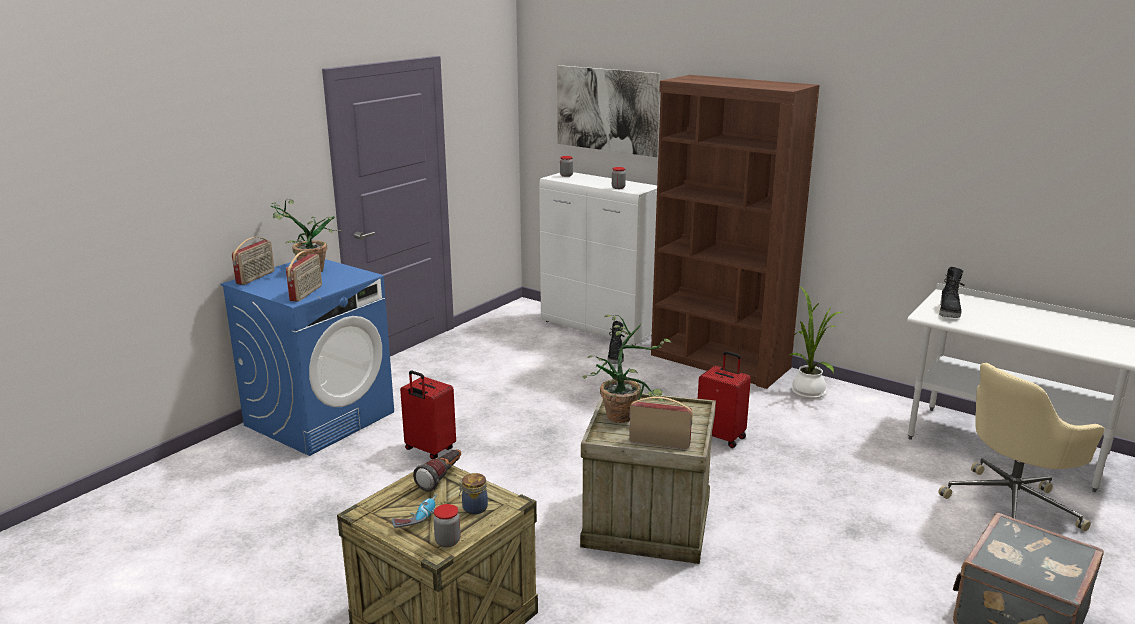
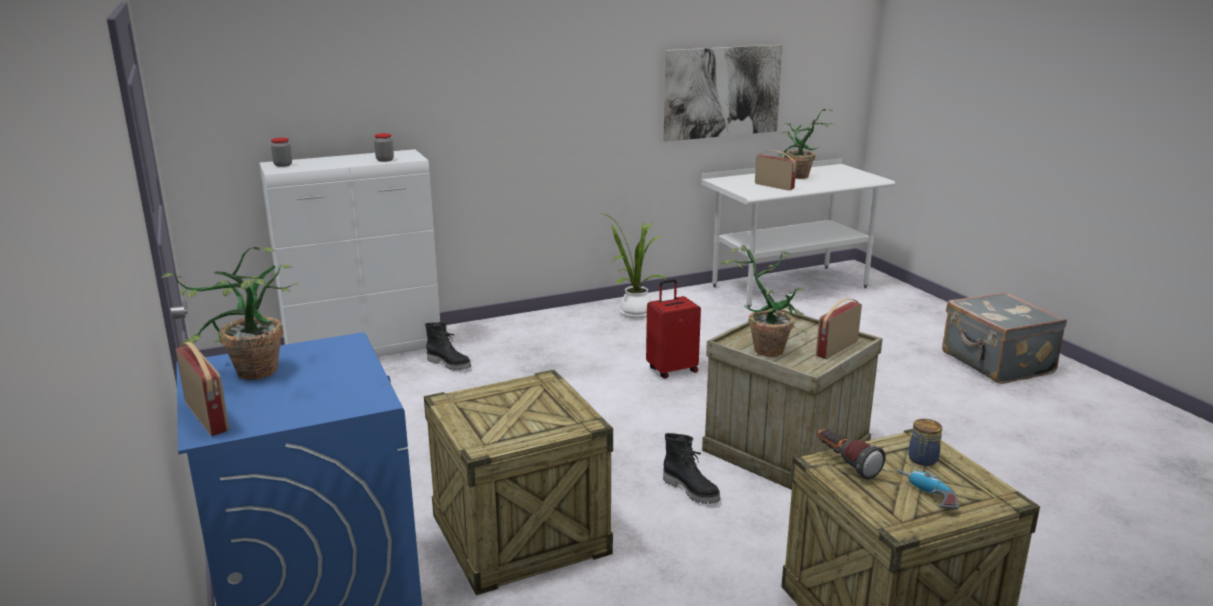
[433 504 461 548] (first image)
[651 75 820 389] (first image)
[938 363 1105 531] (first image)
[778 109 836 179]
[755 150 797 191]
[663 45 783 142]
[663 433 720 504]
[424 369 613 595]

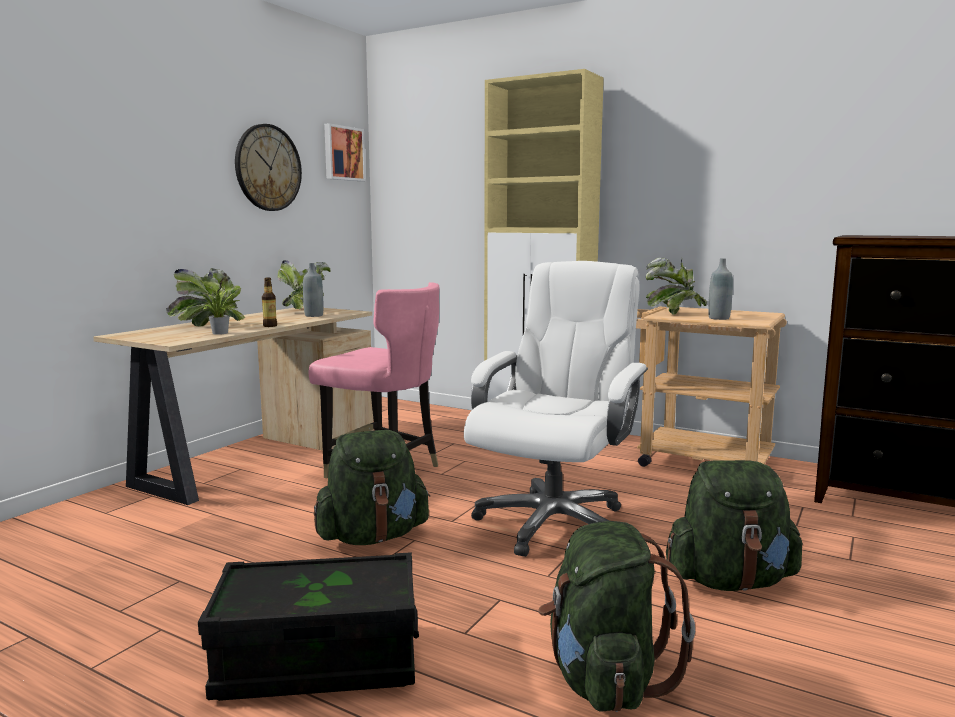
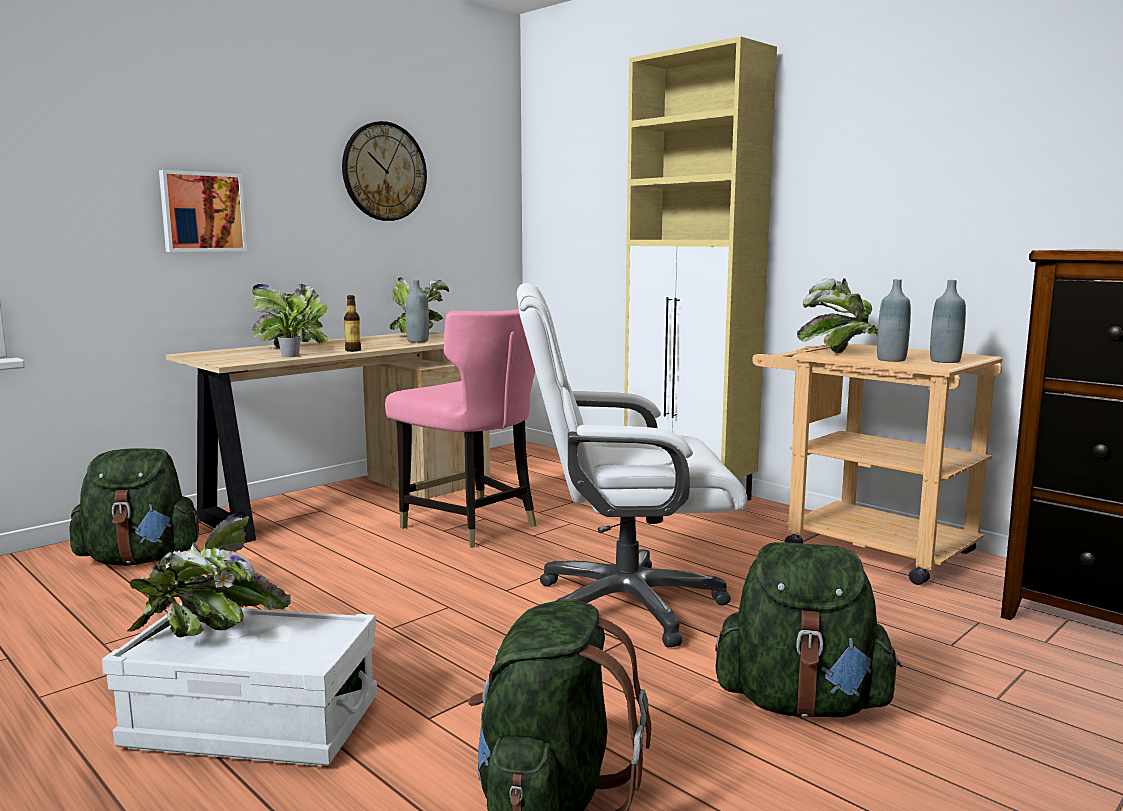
[127 511 291 637]
[930 280 966 363]
[69 448 201 566]
[159 170 247 252]
[102 603 377 766]
[517 283 747 647]

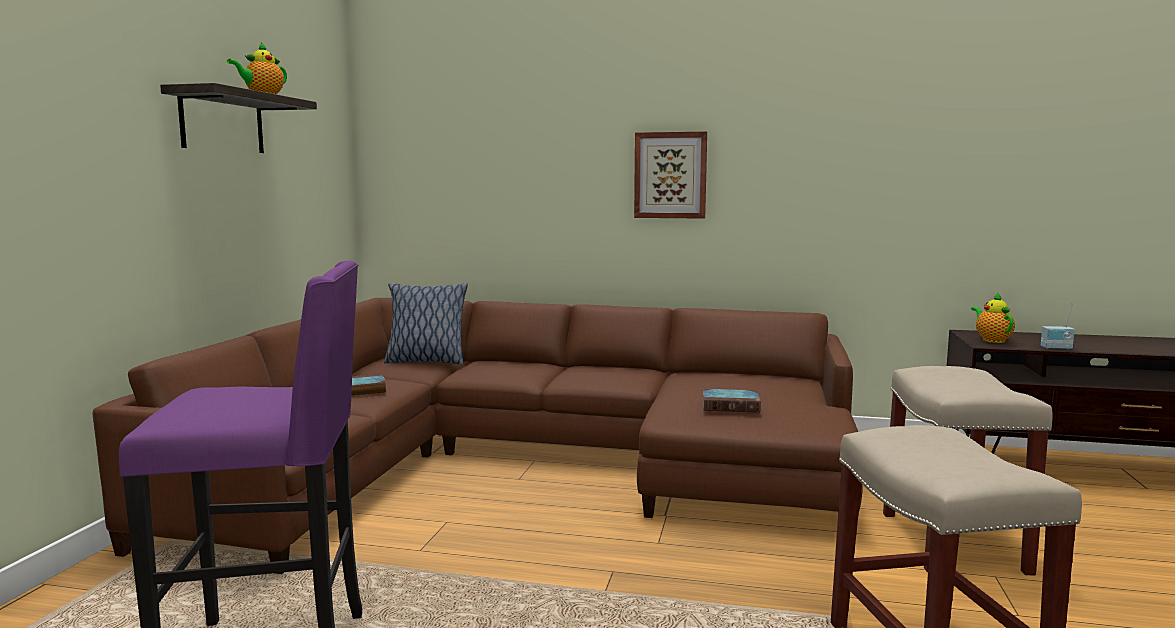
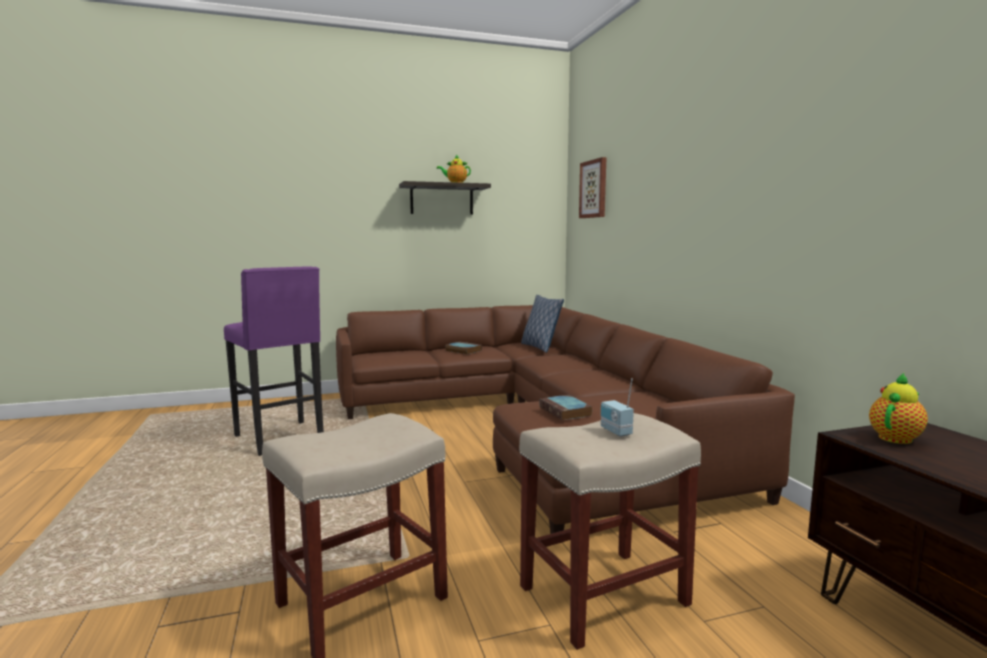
[579 157 606 218]
[601 378 634 437]

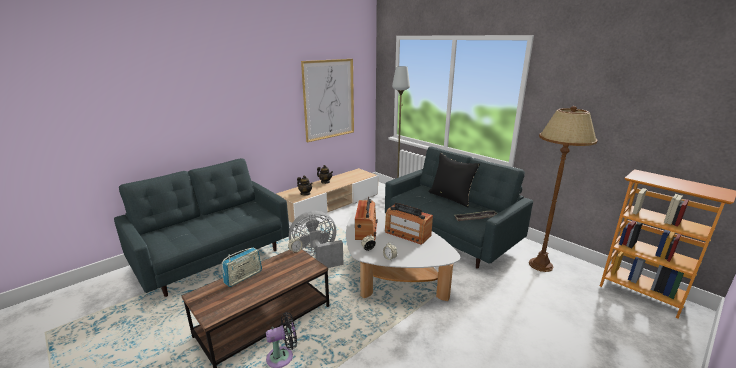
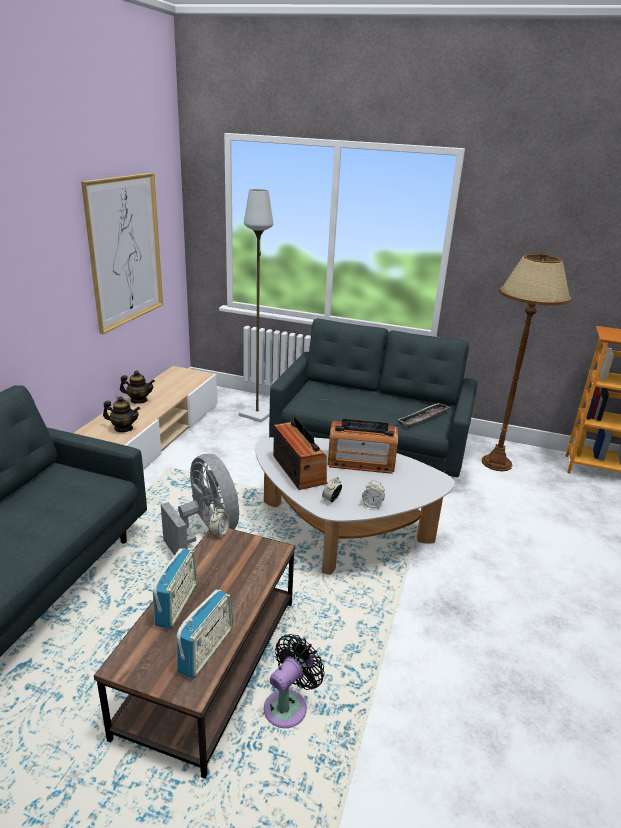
[428 153 480 207] (first image)
[177 589 233 679]
[161 454 239 556]

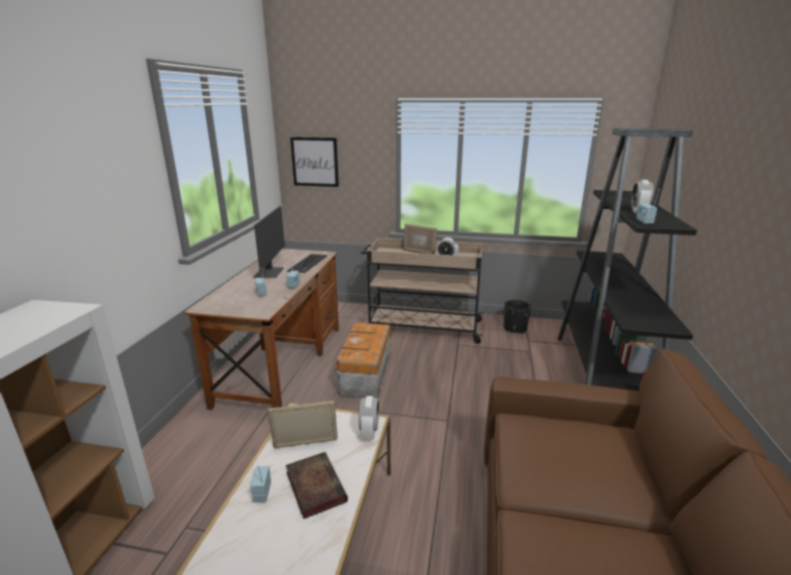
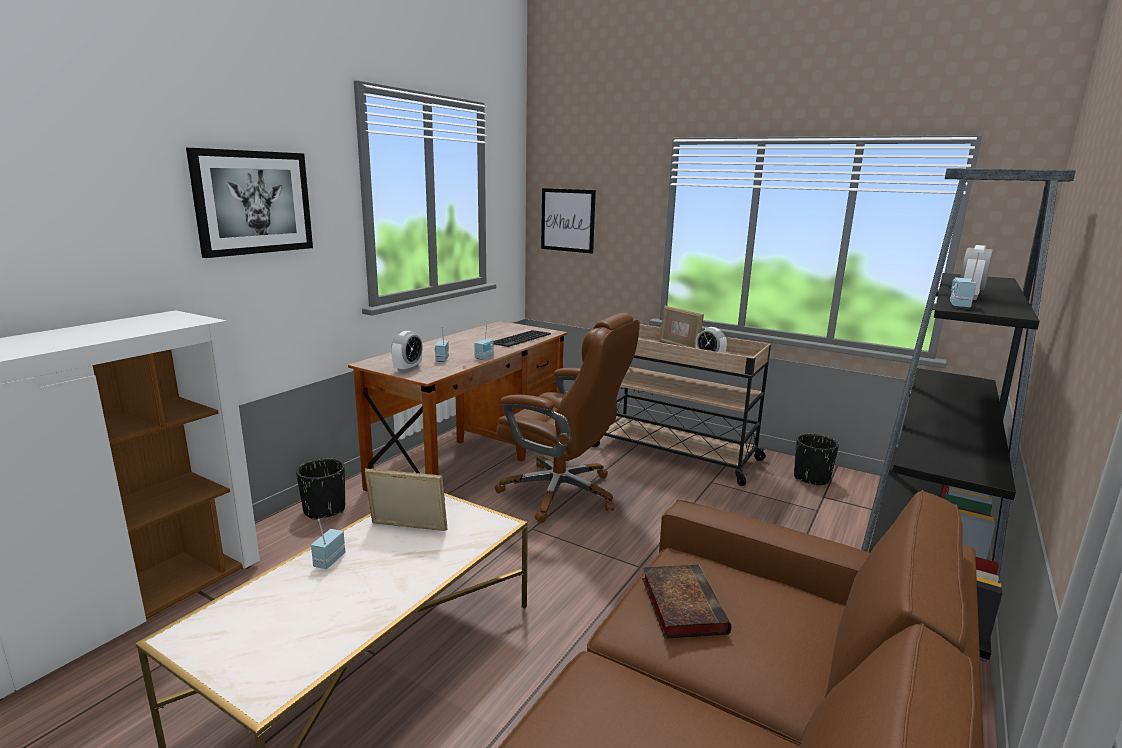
[253 206 285 278] (first image)
[186 148 313 258]
[296 458 345 520]
[642 565 731 639]
[391 331 423 372]
[495 313 640 523]

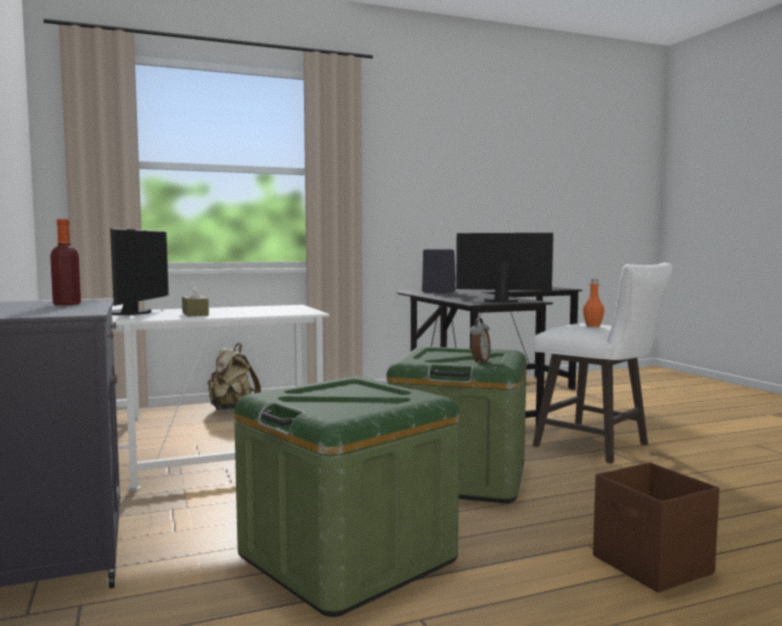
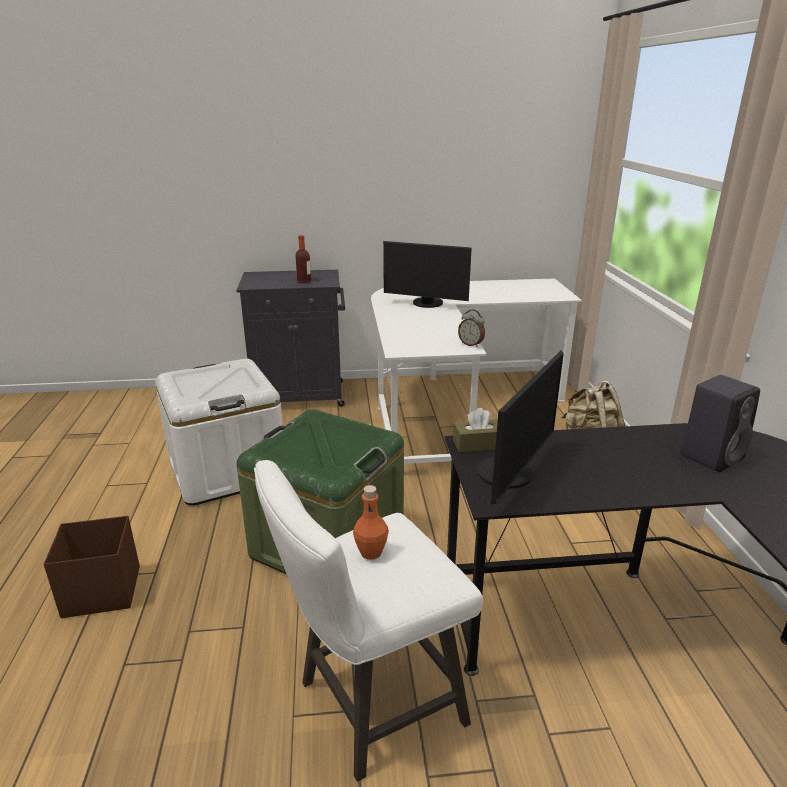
[453 408 498 452]
[458 309 485 347]
[155 359 283 506]

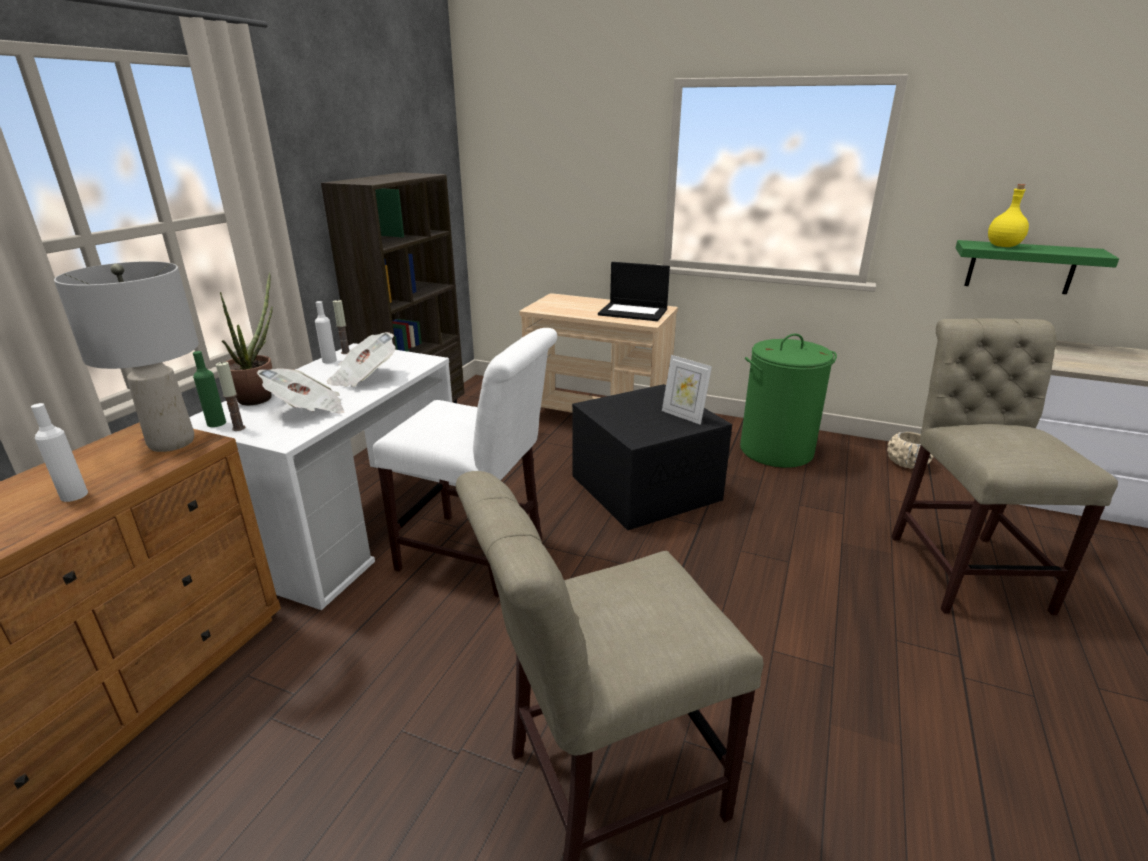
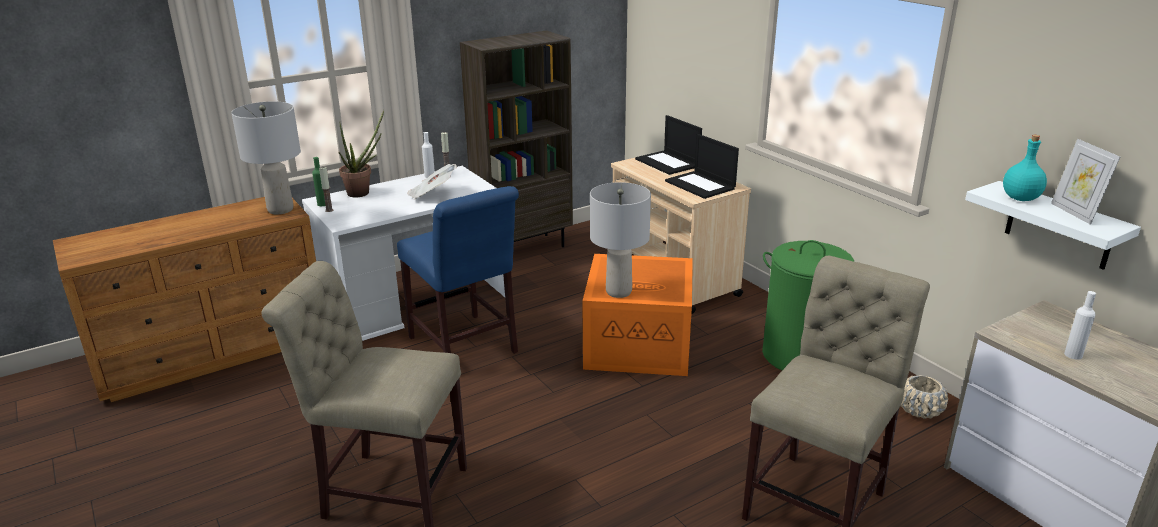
[257 368 345 413] (first image)
[590 182 651 298]
[635 115 702 175]
[1064 291 1096 360]
[1051 139 1120 225]
[397 186 519 354]
[583 254 693 376]
[965 181 1141 270]
[1003 135 1047 201]

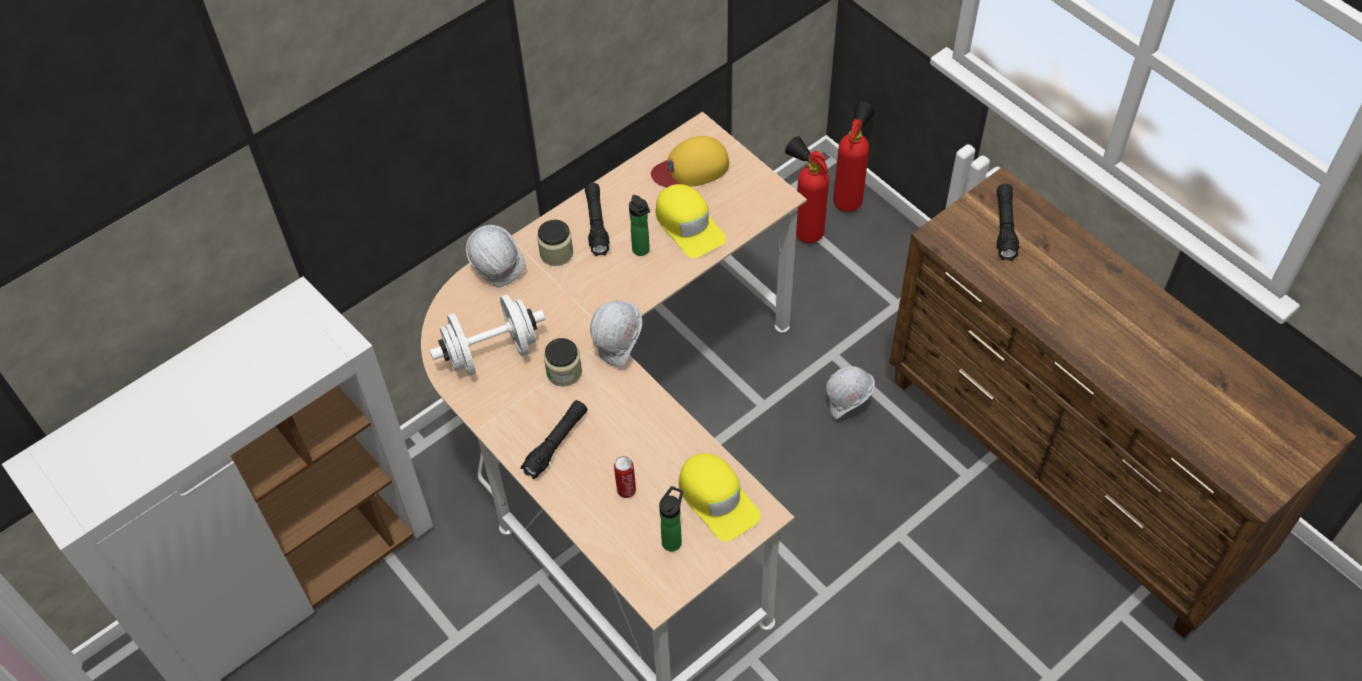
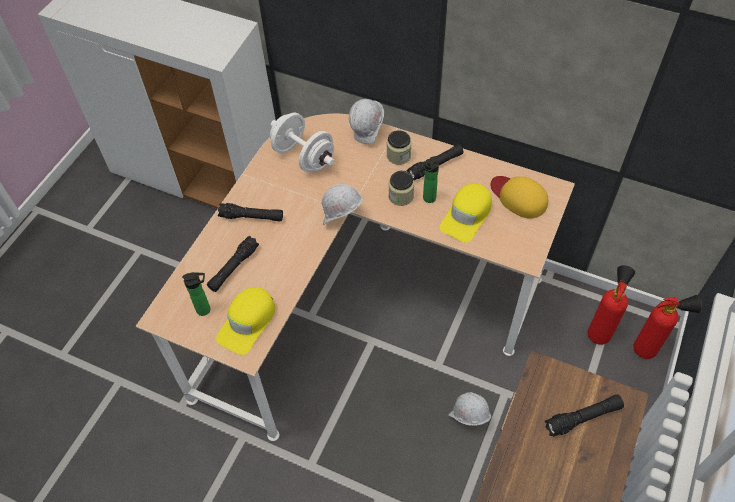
[389 171 414 206]
[207 236 259 292]

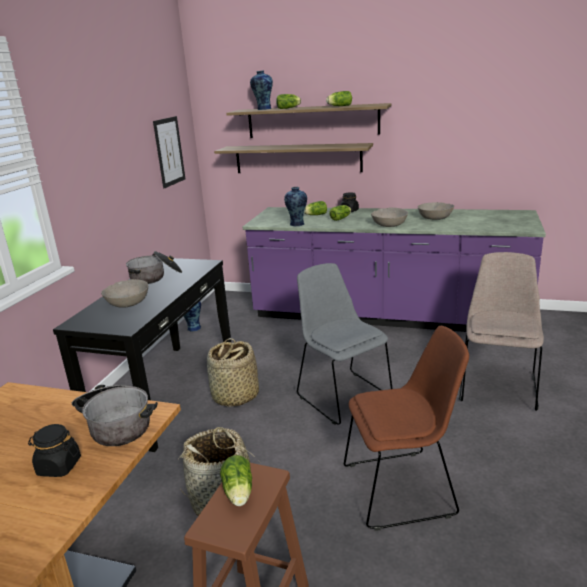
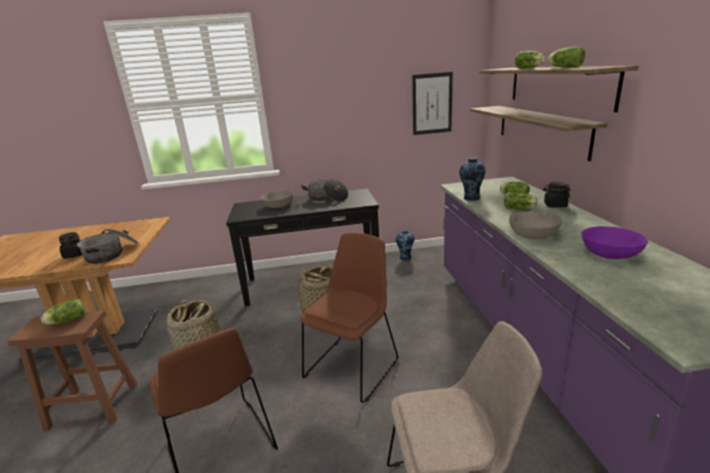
[250 70 273 110] (first image)
[300 233 398 403]
[581 226 648 259]

